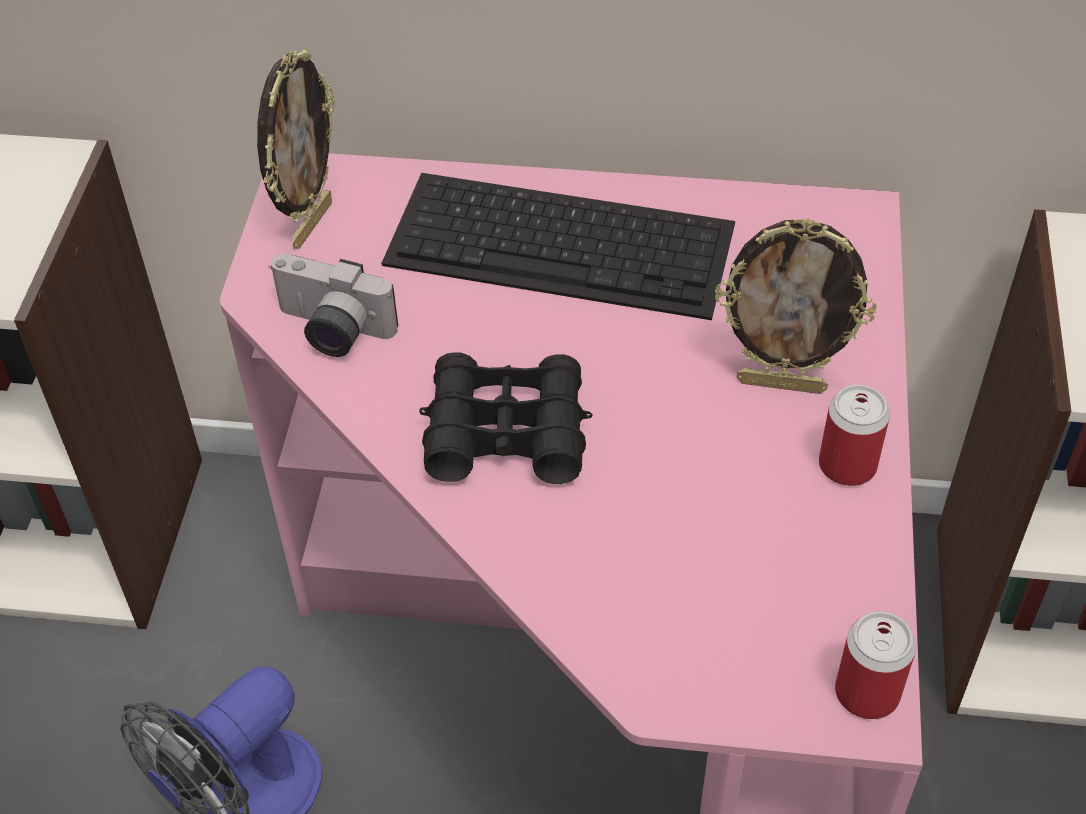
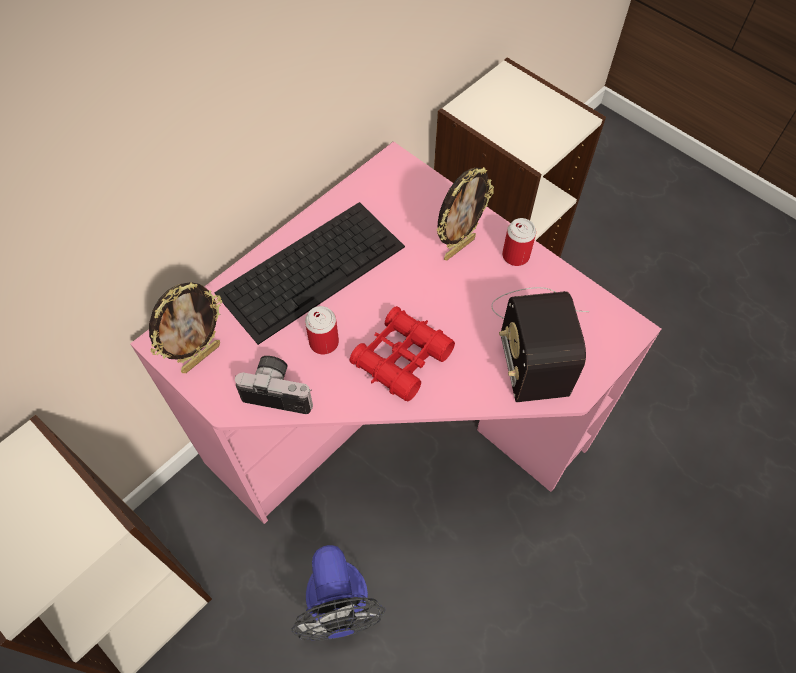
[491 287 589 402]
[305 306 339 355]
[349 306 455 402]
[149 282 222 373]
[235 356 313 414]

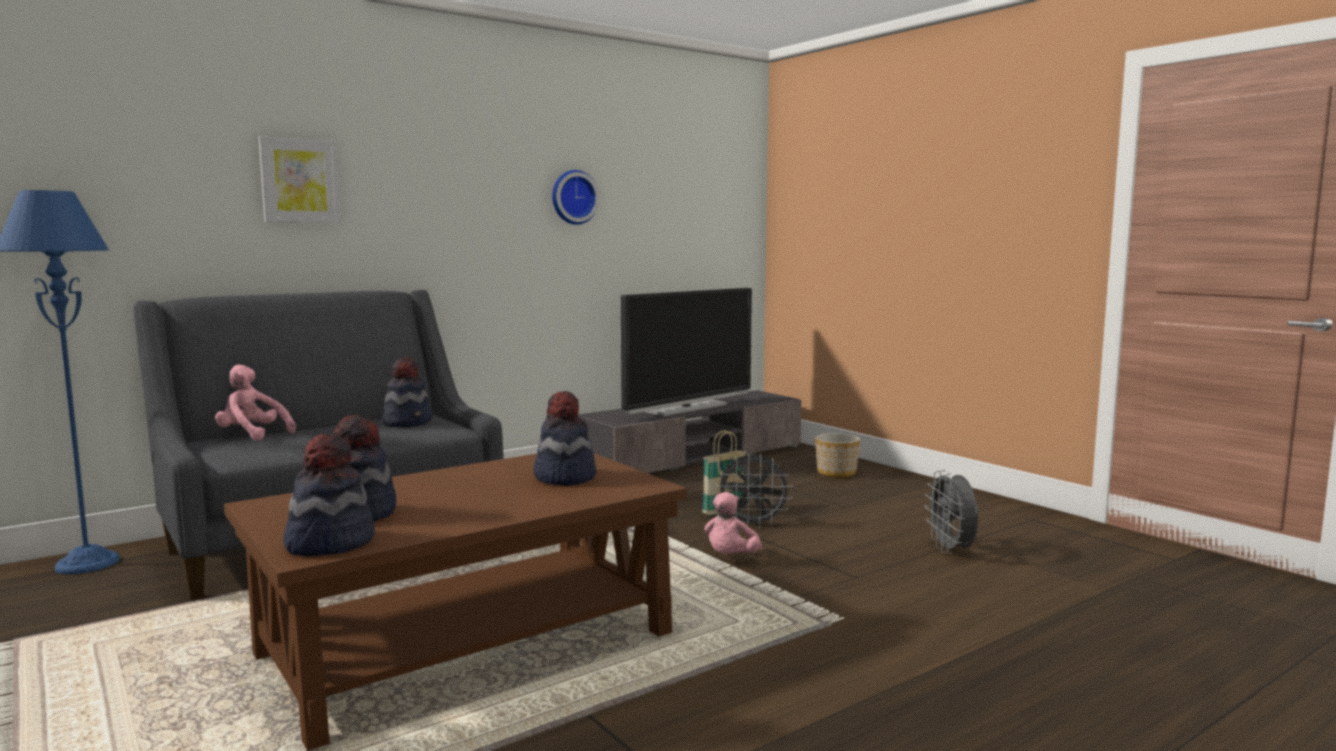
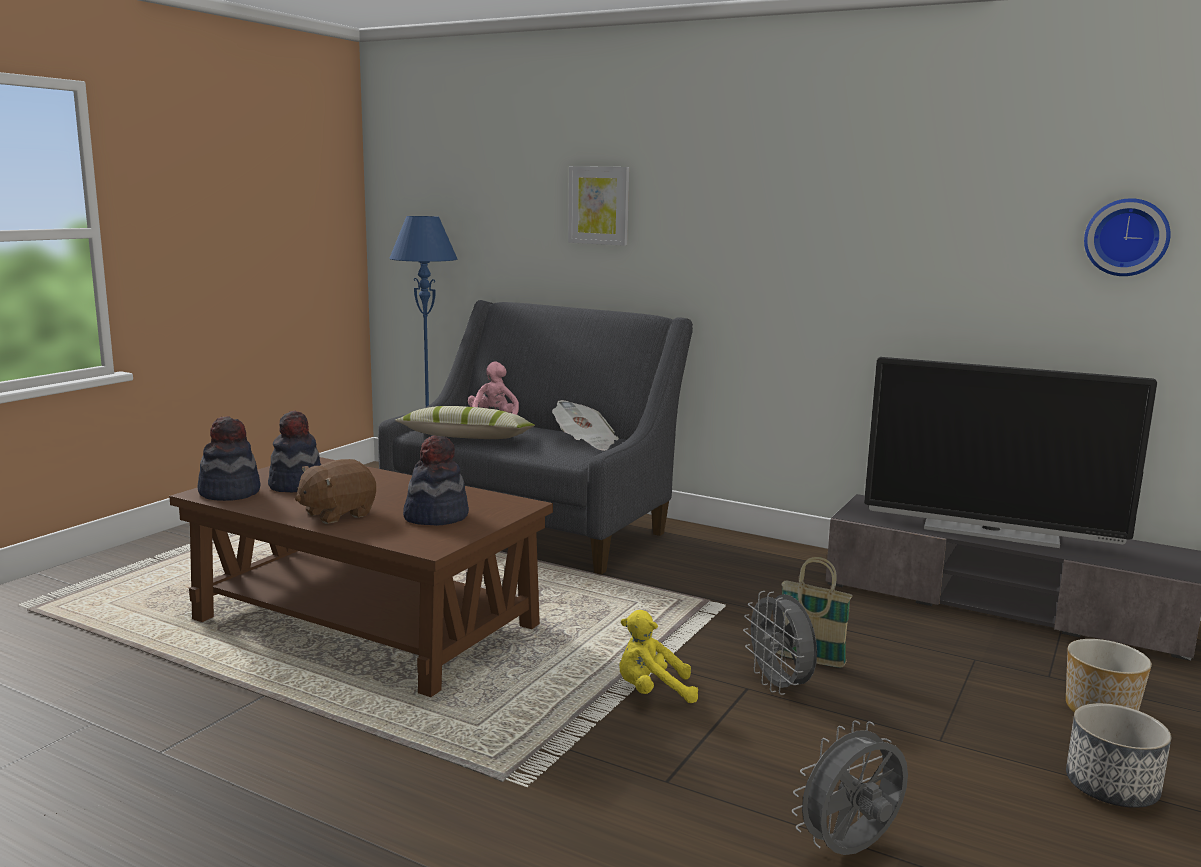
[295 459 376 524]
[395 406 535 439]
[1066 703 1171 808]
[1084 198 1171 276]
[552 400 619 451]
[619 610 698 703]

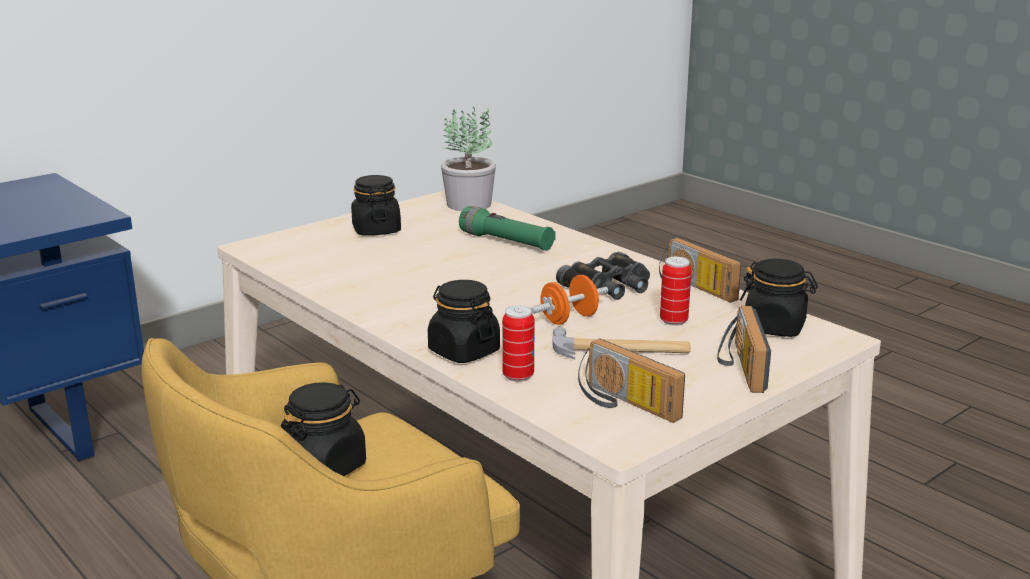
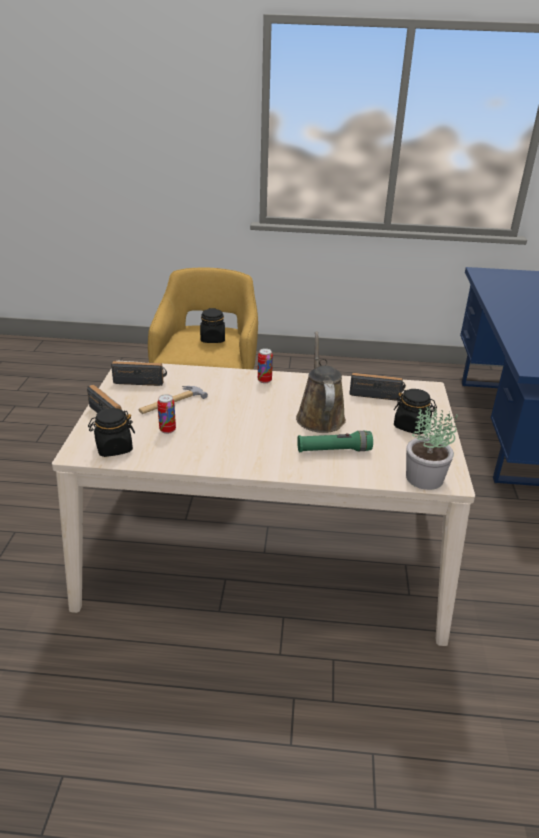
[428 280 500 363] (first image)
[531 275 608 325] (first image)
[556 252 650 300] (first image)
[296 331 346 433]
[258 348 273 383]
[349 373 406 401]

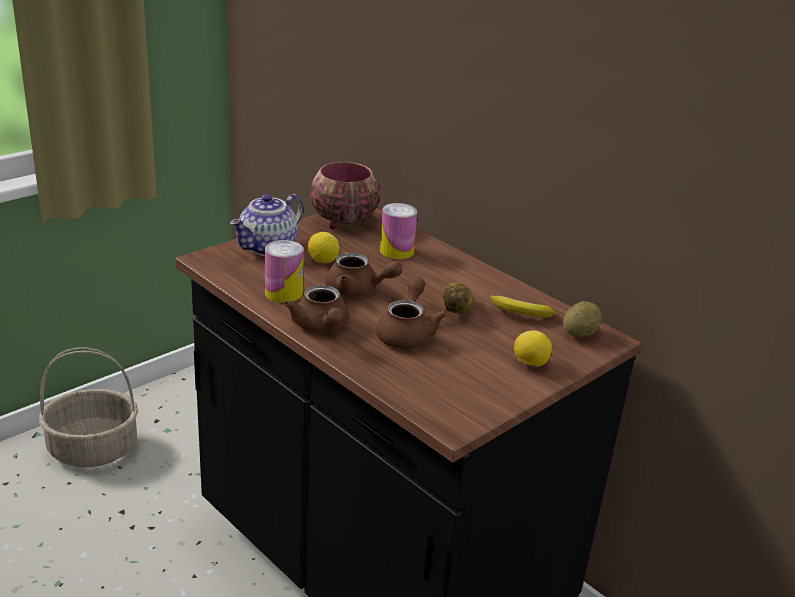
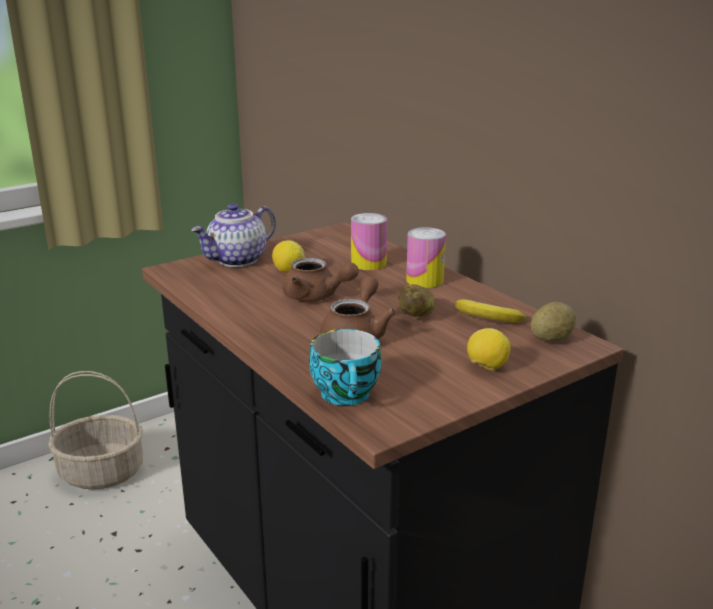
[284 285 349 333] (first image)
[310 162 380 229] (first image)
[309 329 381 406]
[406 227 446 288]

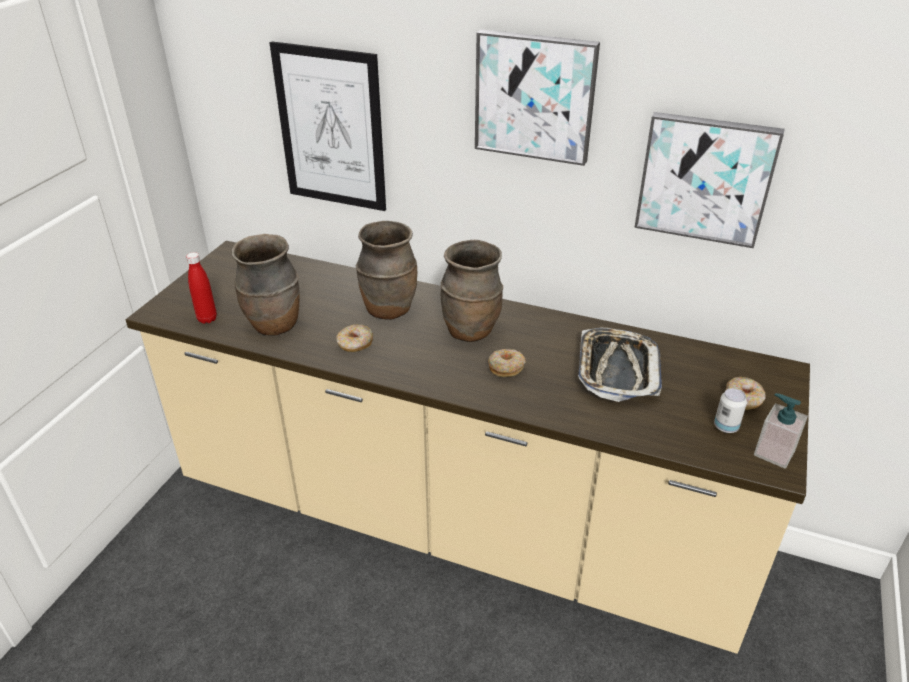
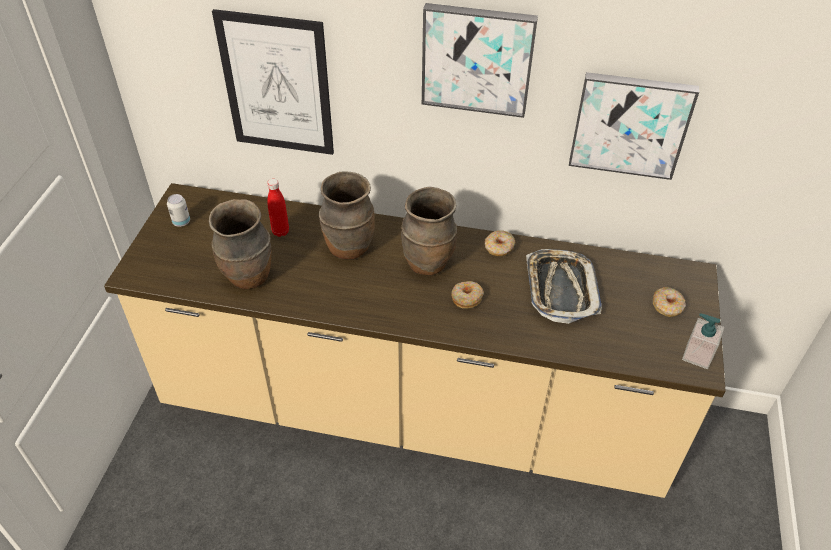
[267 179 289 237]
[485 231 515 256]
[167 194 190 227]

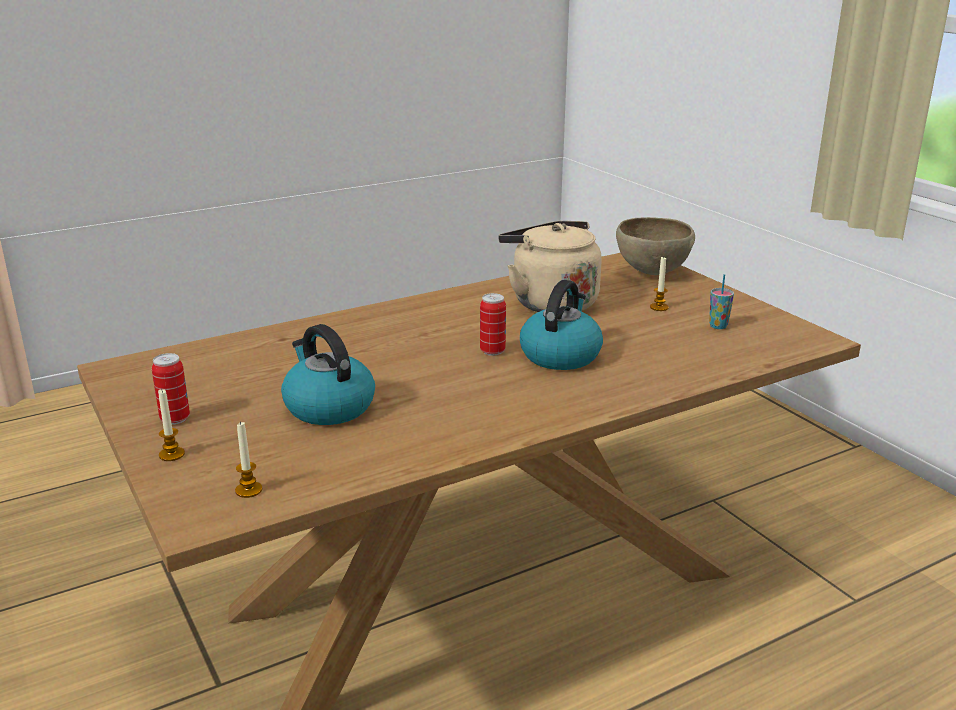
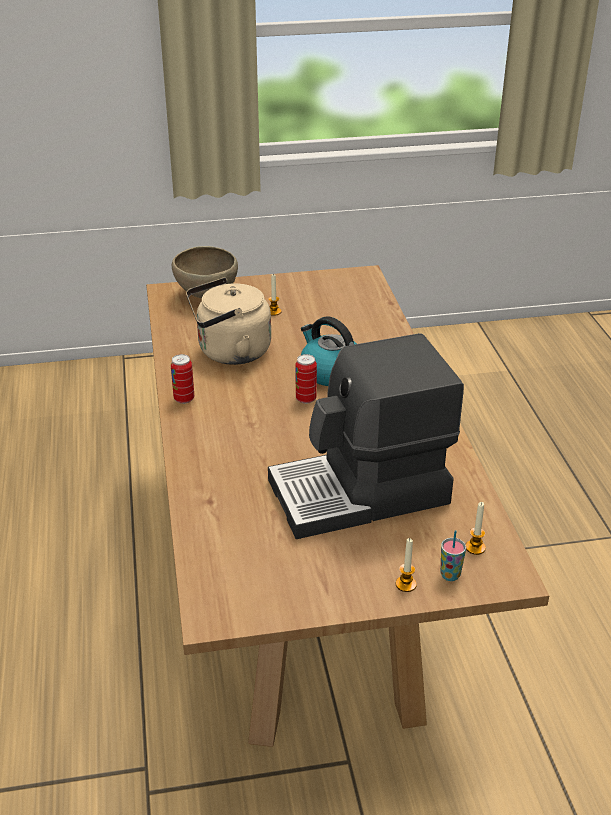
[171 354 194 404]
[441 530 466 581]
[268 333 464 539]

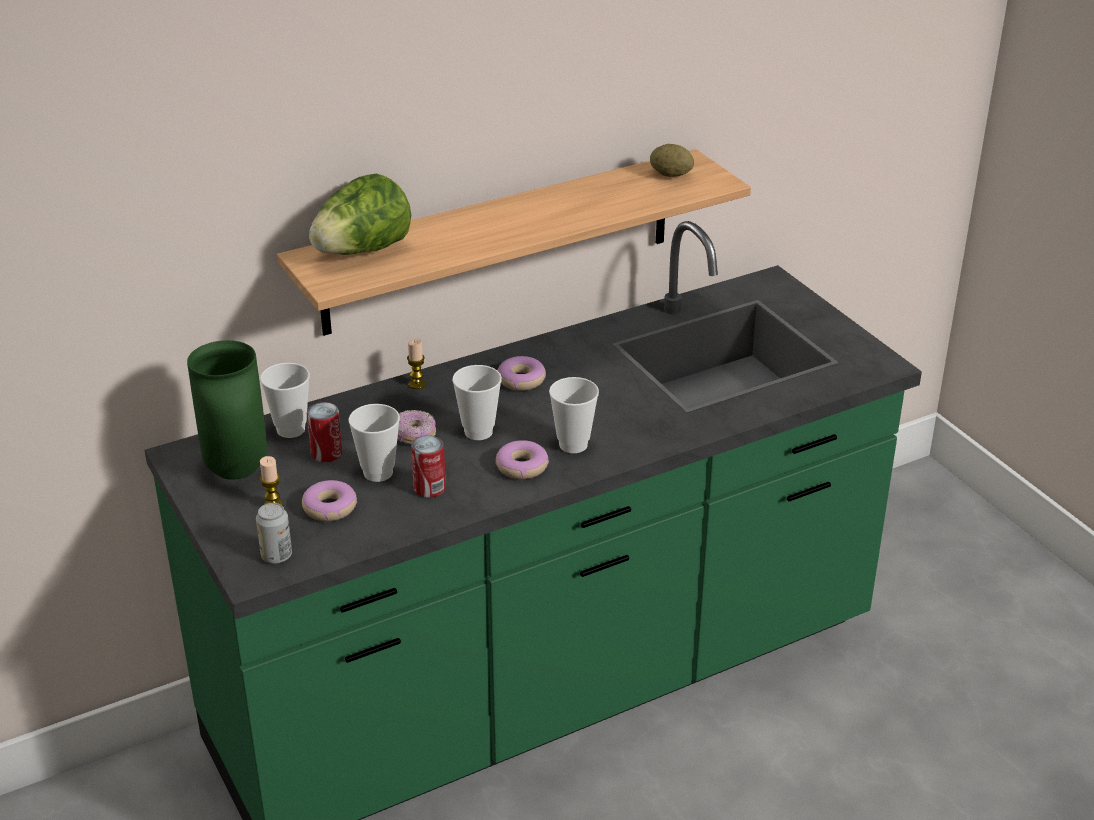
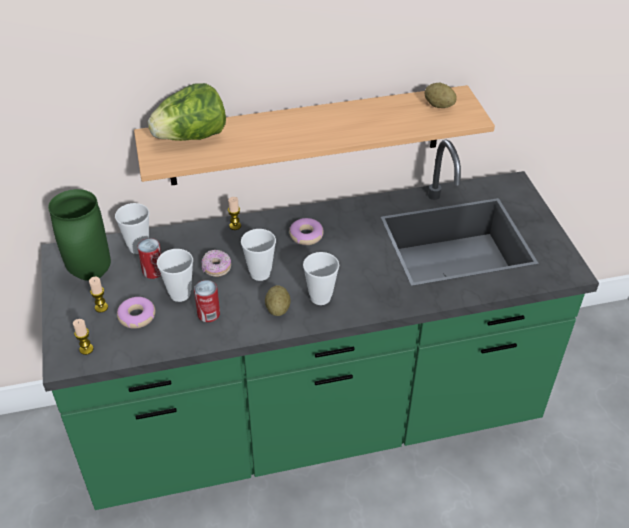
[73 319 94 355]
[265 285 291 316]

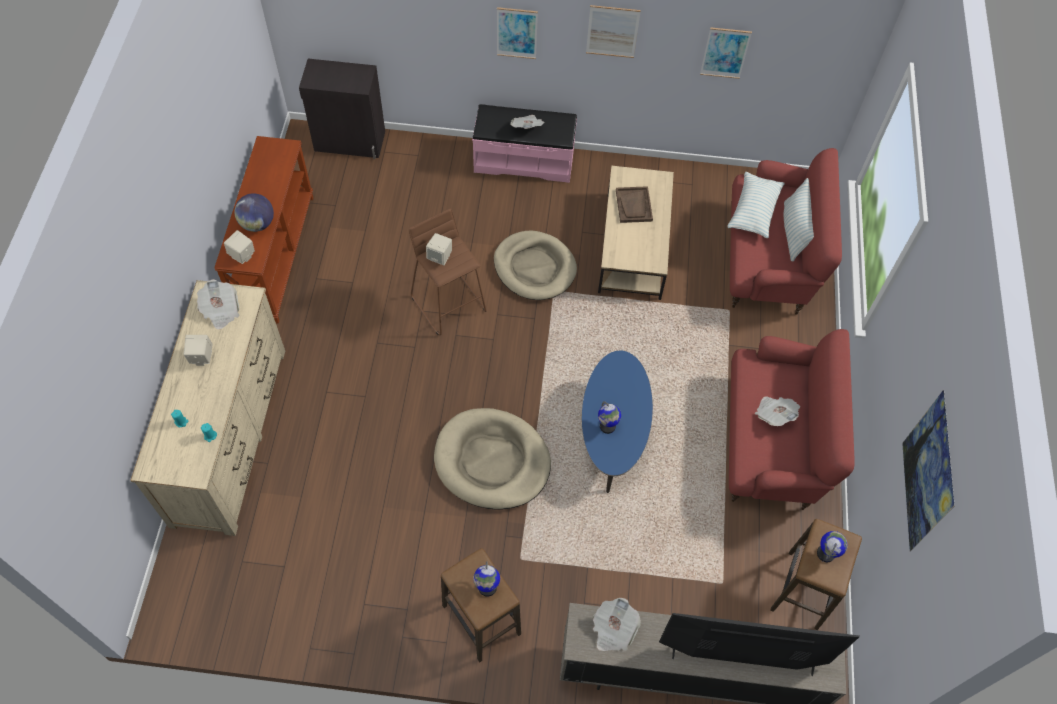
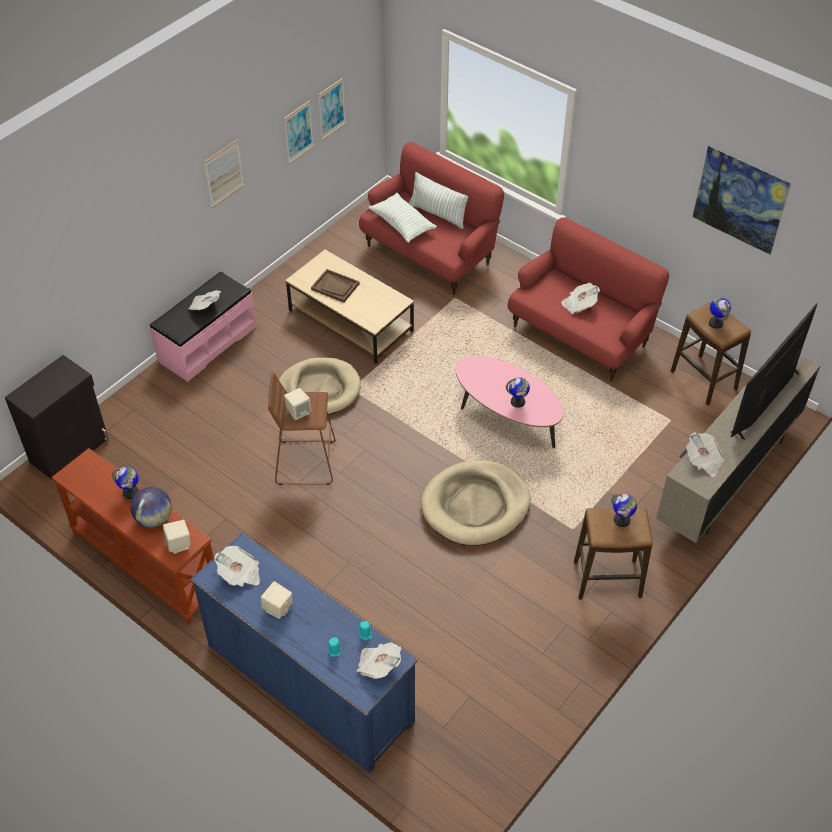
[112 467 139 499]
[357 642 401 679]
[318 78 346 140]
[190 532 417 773]
[456 356 564 448]

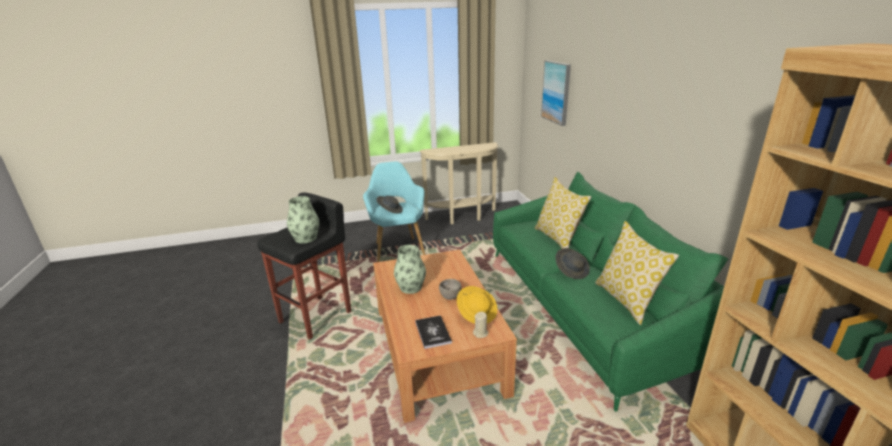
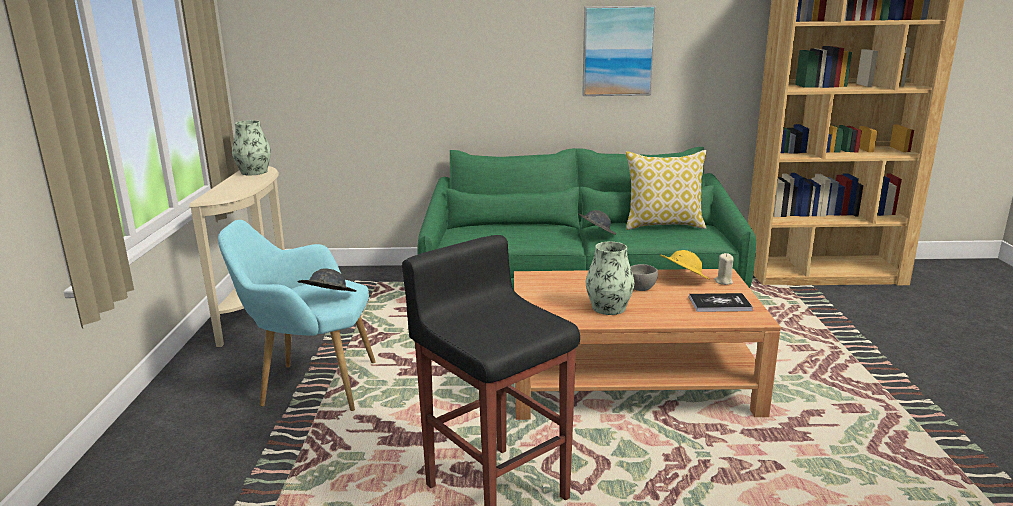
[535 177 591 249] (first image)
[232 120 271 175]
[582 6 656 96]

